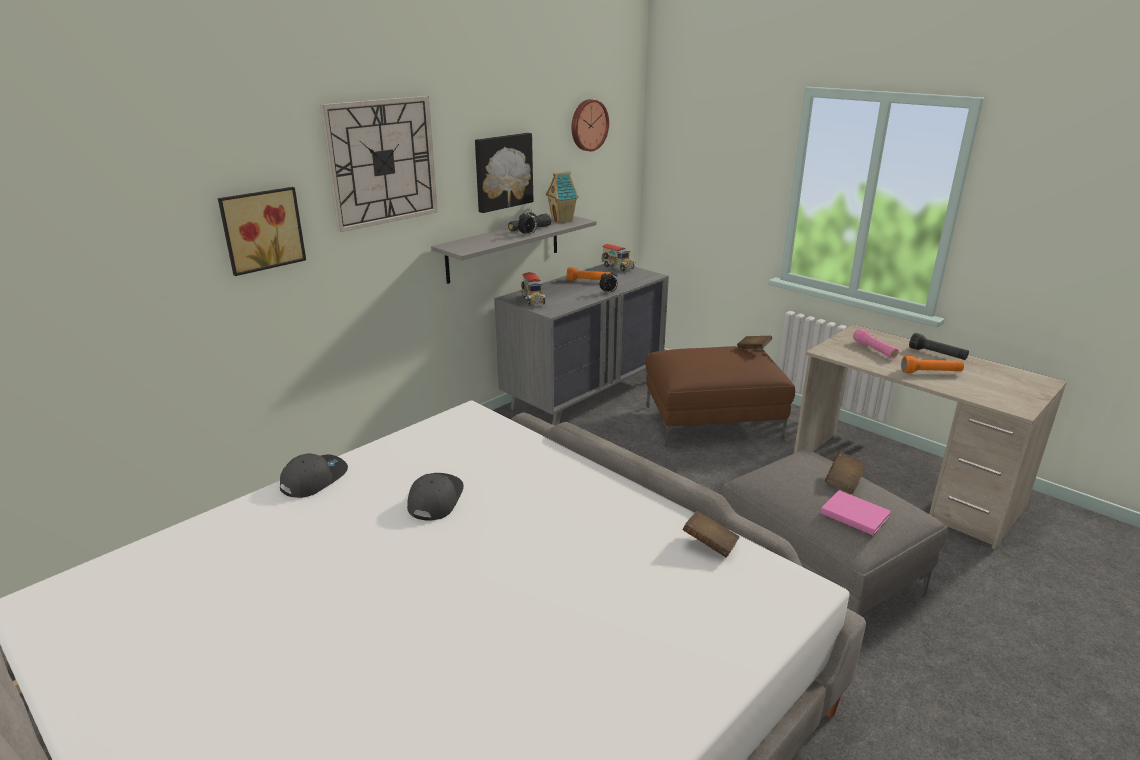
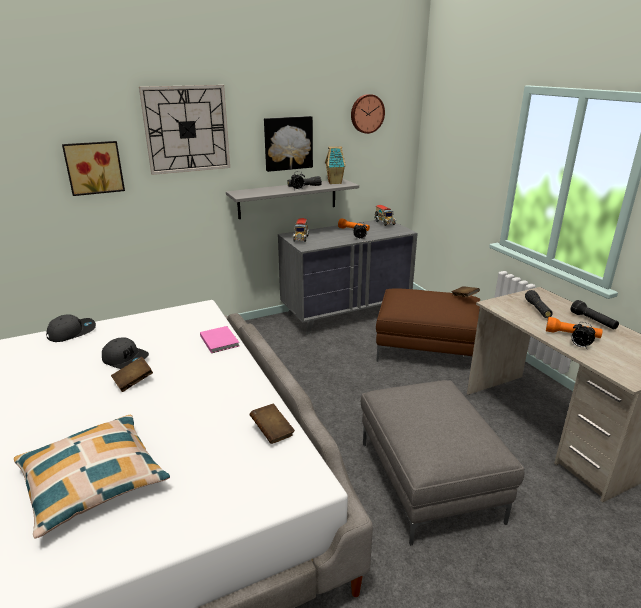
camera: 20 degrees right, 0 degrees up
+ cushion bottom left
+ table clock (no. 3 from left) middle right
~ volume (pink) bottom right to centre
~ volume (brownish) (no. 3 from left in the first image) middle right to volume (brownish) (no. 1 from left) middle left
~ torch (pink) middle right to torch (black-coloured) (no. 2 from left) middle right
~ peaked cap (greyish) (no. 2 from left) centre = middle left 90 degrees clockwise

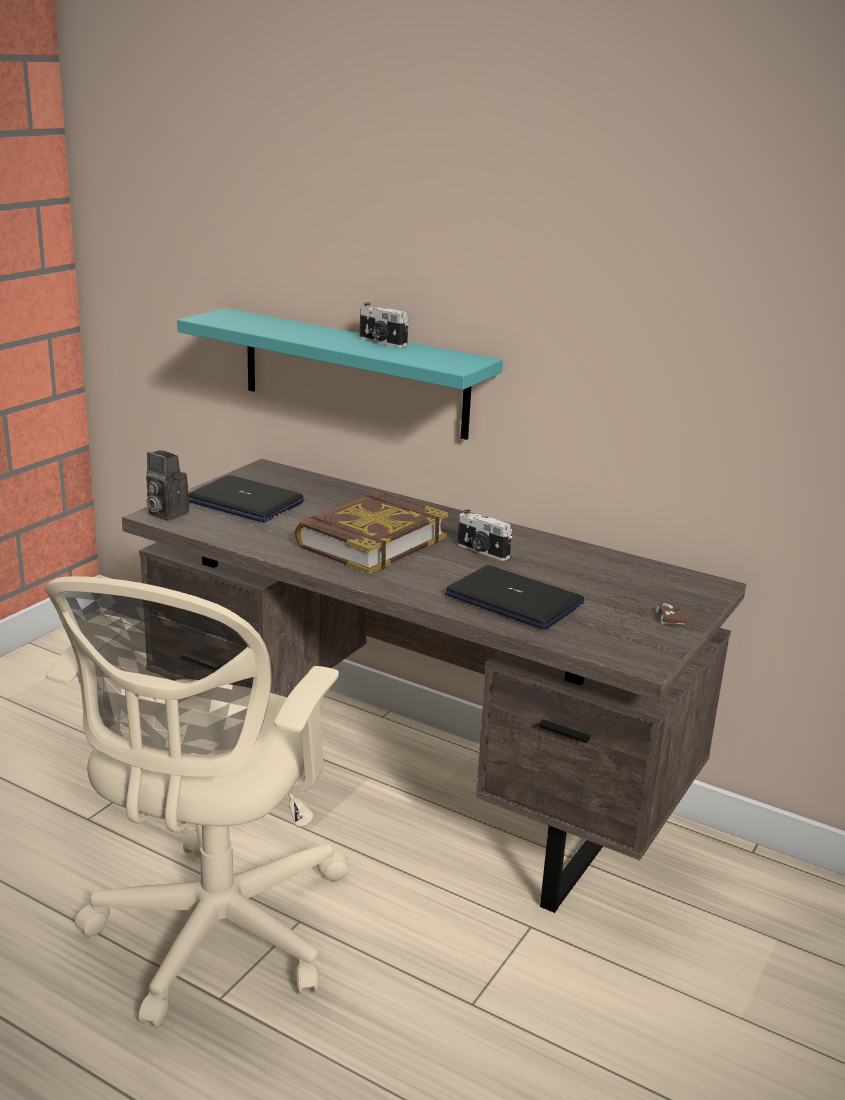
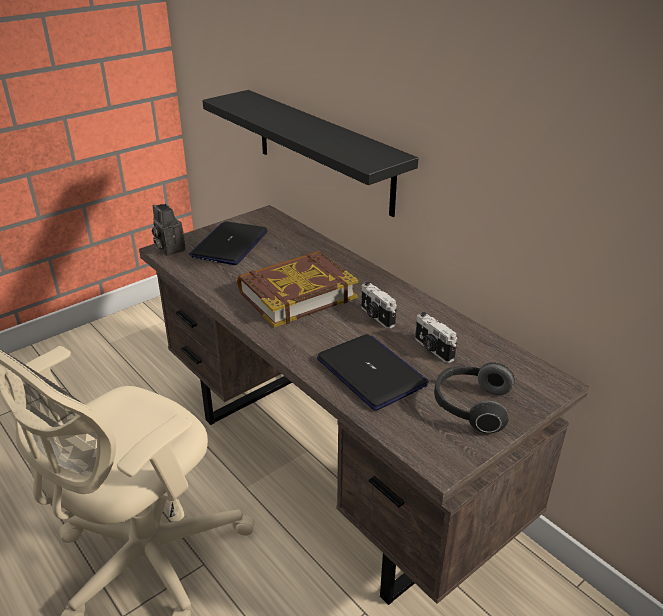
camera: 20 degrees right, 10 degrees up
~ photo camera (no. 2 from left in the first image) top centre to photo camera (no. 3 from left) centre
~ joypad (brownish) middle right to headphones middle right
~ bracket shelf (blue-green) centre to bracket shelf (black-coloured) top centre
~ laptop (no. 1 from left) middle left = centre 60 degrees clockwise

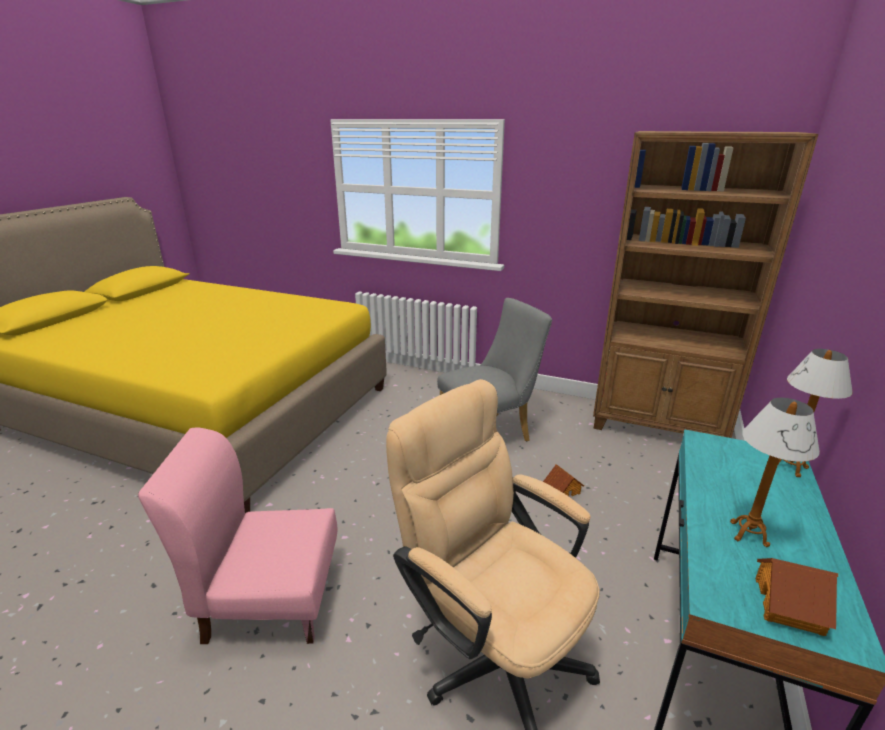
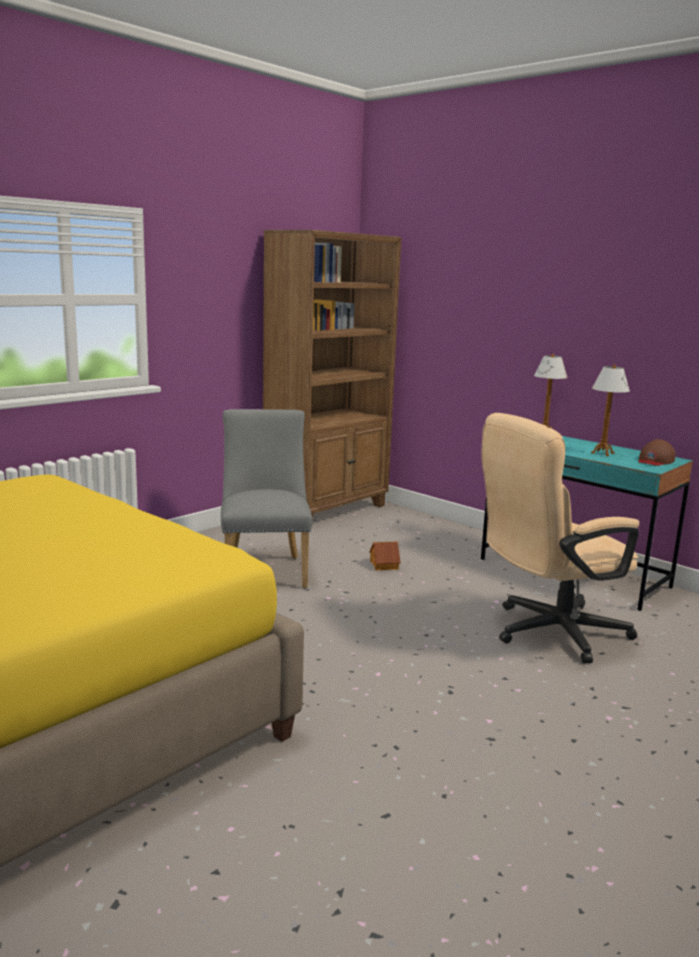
camera: 70 degrees left, 10 degrees down
- upright chair (pink) bottom left
~ toy house (no. 2 from left) bottom right to peaked cap (brownish) middle right

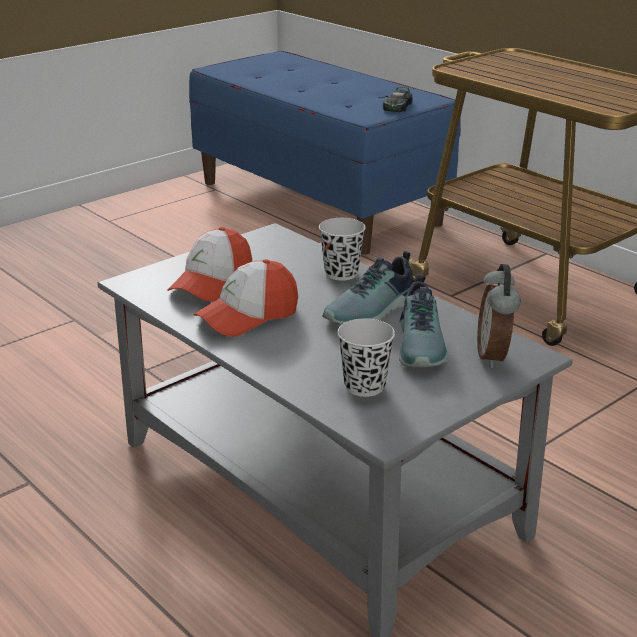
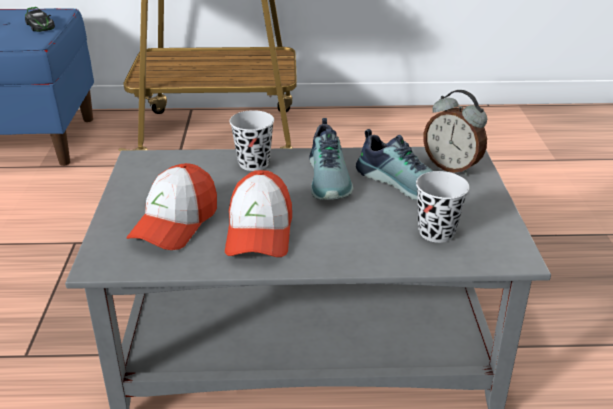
camera: 50 degrees left, 5 degrees up
~ peaked cap (no. 1 from left) middle left = middle left 45 degrees clockwise

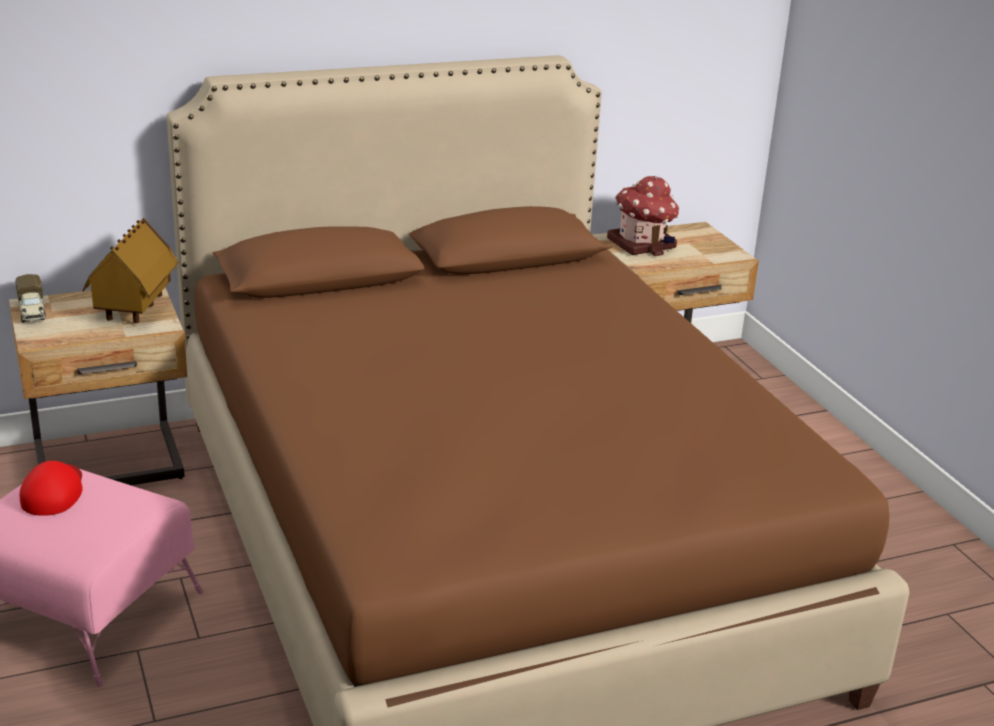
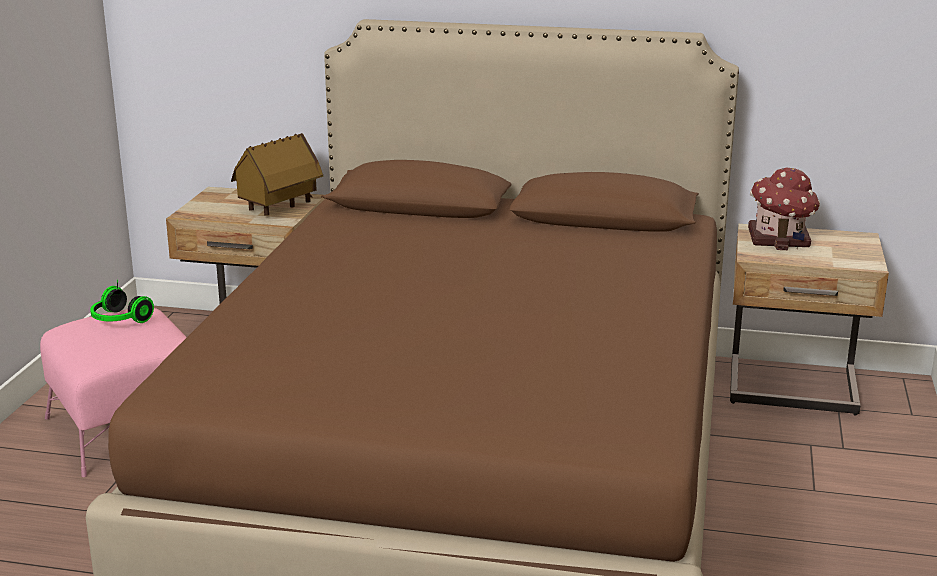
camera: 35 degrees right, 5 degrees down
- toy truck middle left
~ peaked cap (reddish) bottom left to headphones middle left

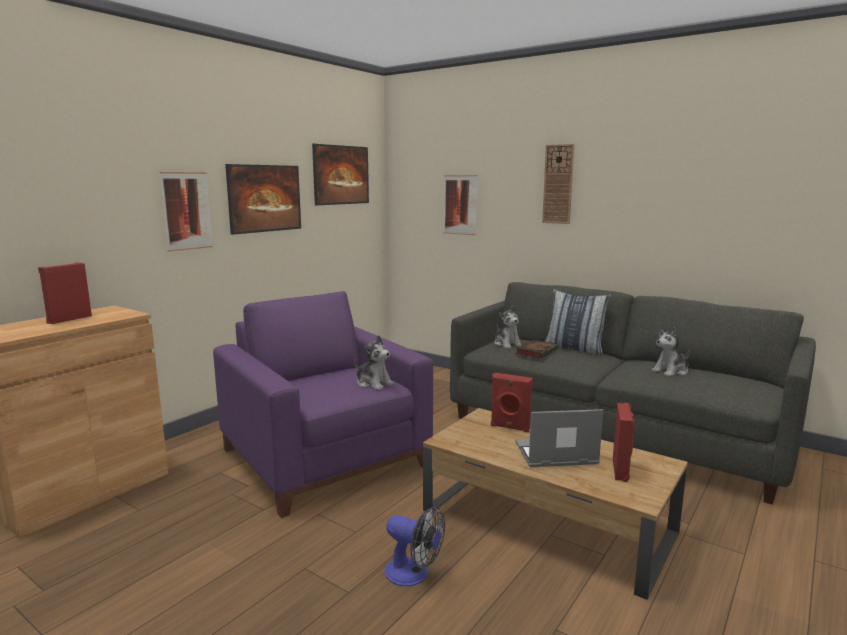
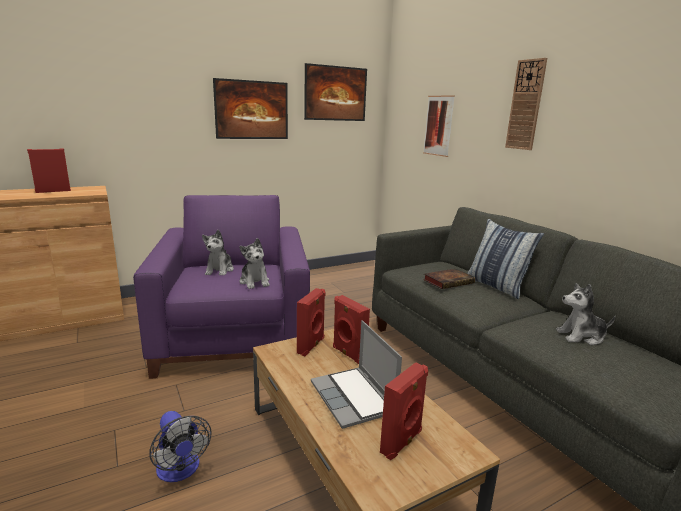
camera: 25 degrees right, 5 degrees up
- wall picture (no. 1 from left) middle left
+ audio speaker (reddish) (no. 2 from left) centre
~ plush toy (no. 2 from left in the first image) centre to plush toy (no. 1 from left) middle left
~ laptop bottom centre = bottom centre 135 degrees counterclockwise

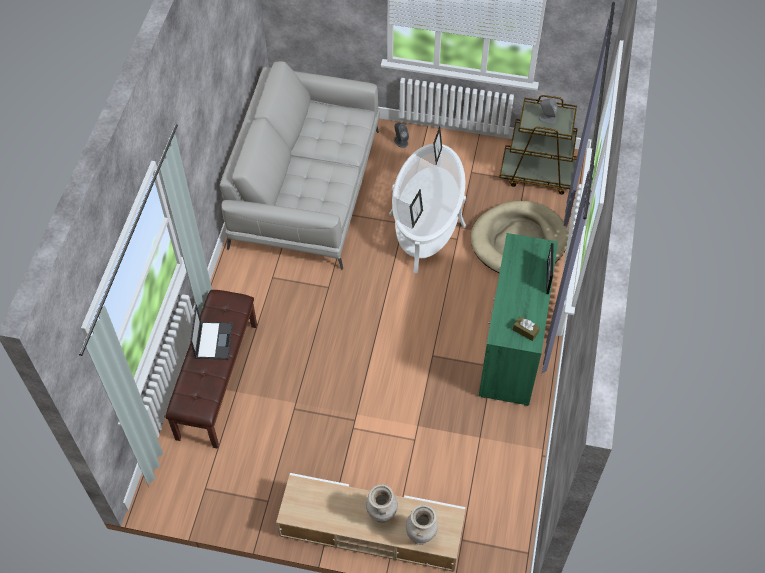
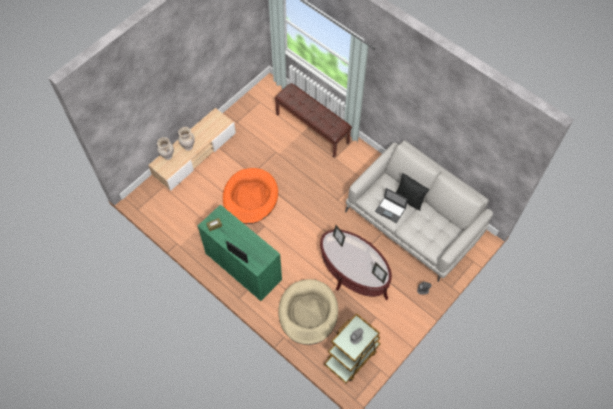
camera: 120 degrees right, 5 degrees up
+ dog cushion (orange) centre
+ cushion (black-coloured) middle right
~ laptop middle left to centre
~ low table (white) centre to low table (brownish) centre

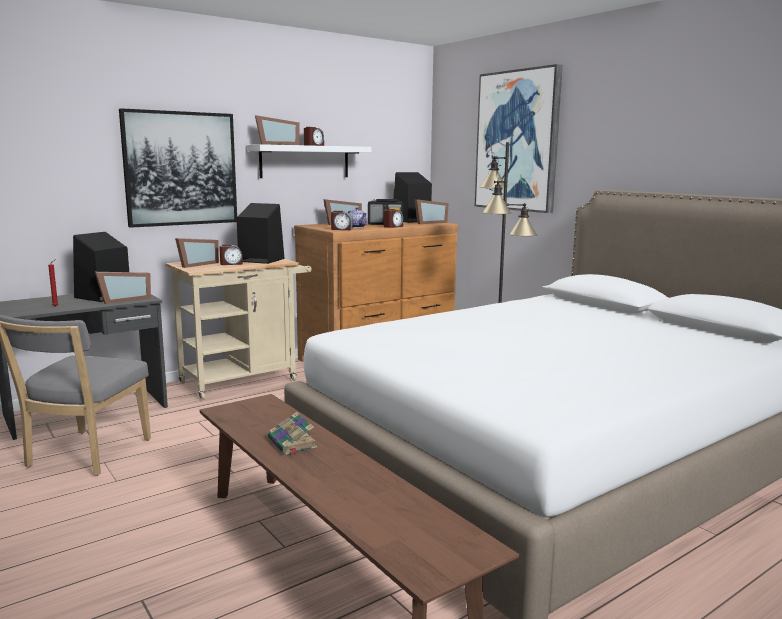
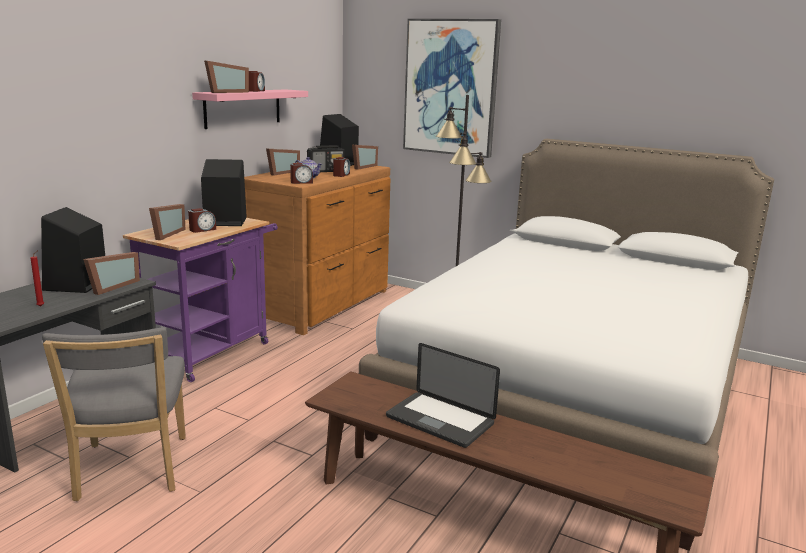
camera: 25 degrees left, 5 degrees up
- wall picture (no. 1 from left) top left
~ volume bottom centre to laptop bottom centre
~ wheeled cart (sand-coloured) middle left to wheeled cart (purple-coloured) middle left
~ bracket shelf (white) top centre to bracket shelf (pink) top left

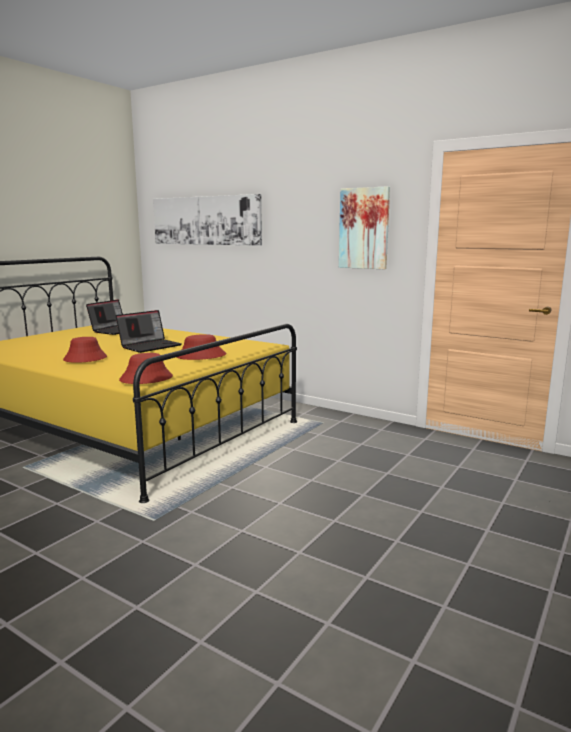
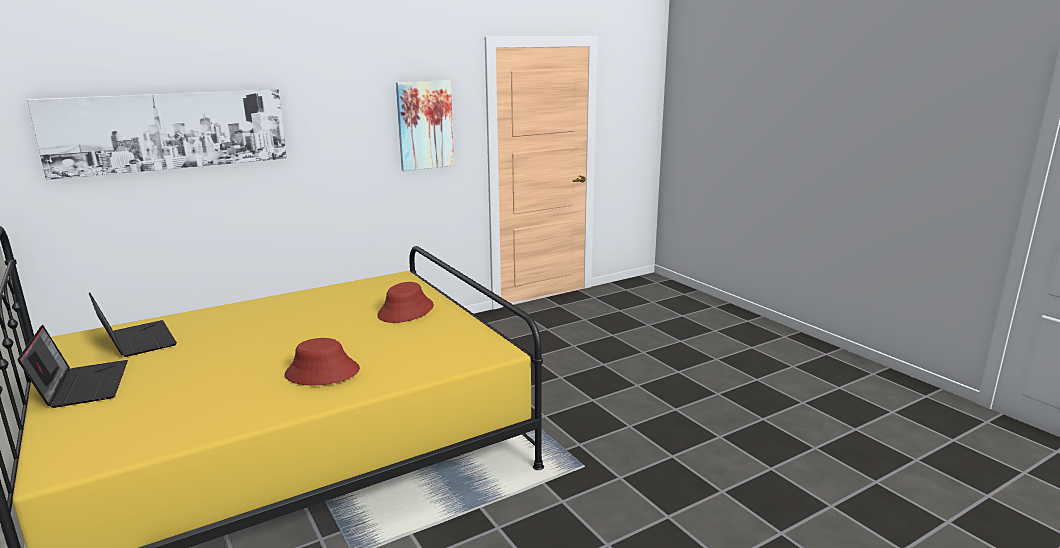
camera: 65 degrees left, 5 degrees up
- wearable hat (reddish) (no. 2 from left) middle left
~ laptop (no. 2 from left in the first image) middle left to laptop (no. 1 from left) bottom left

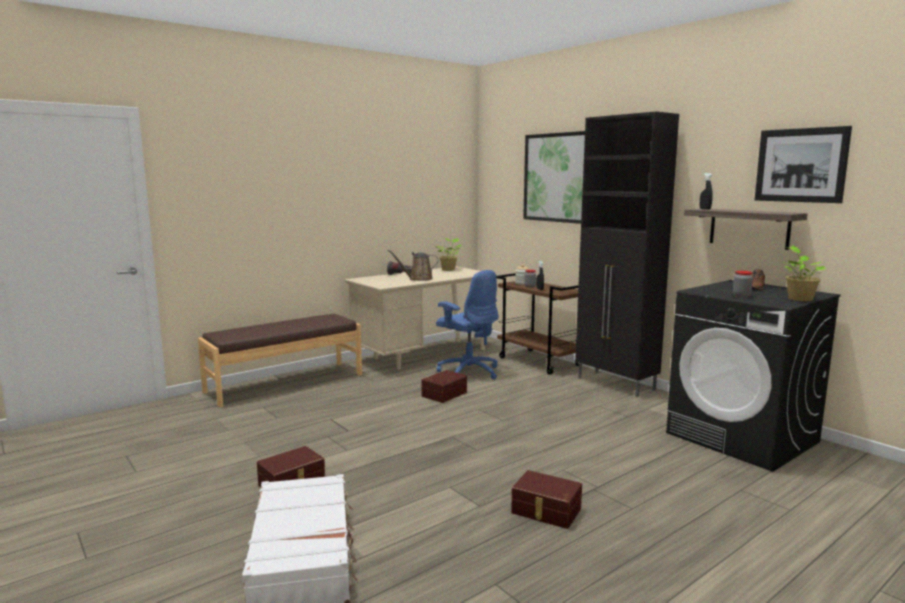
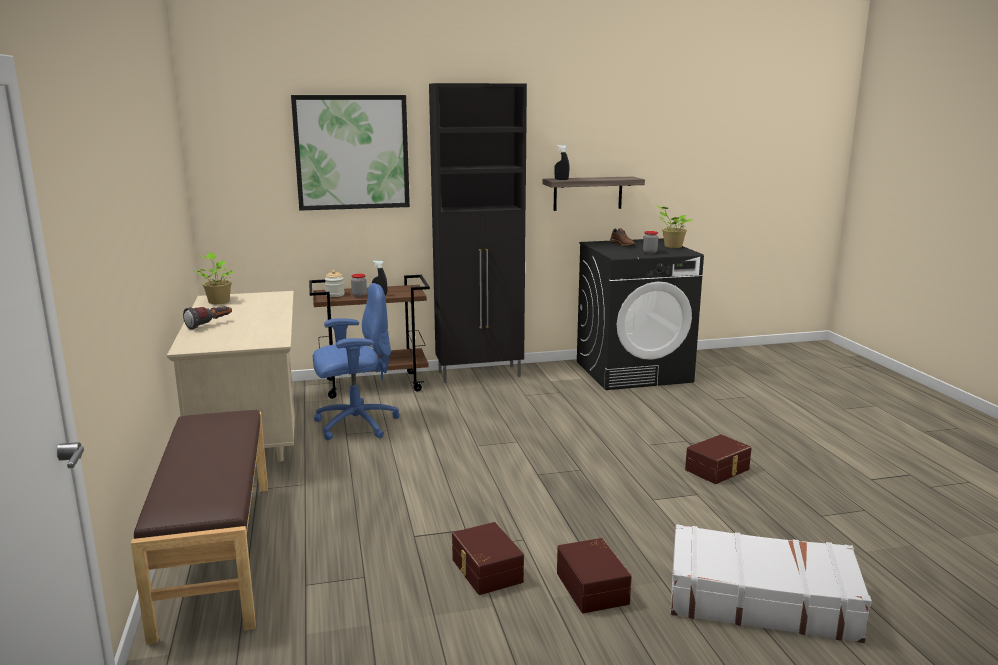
camera: 65 degrees left, 5 degrees up
- sprinkling can (brownish) centre
- wall picture (no. 2 from left) top right
~ storage bin (brownish) (no. 2 from left in the first image) centre to storage bin (brownish) (no. 1 from left) bottom centre

